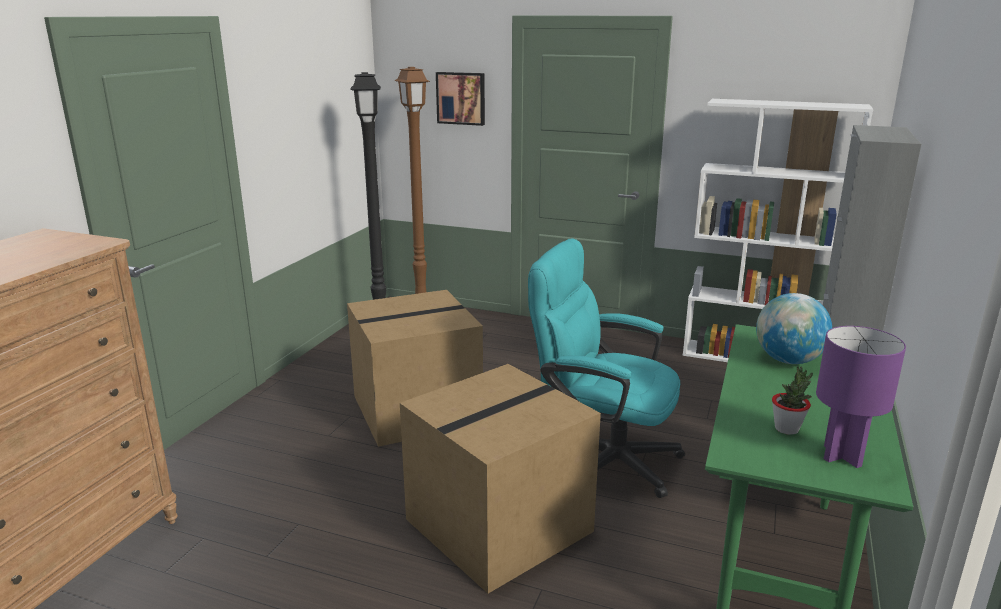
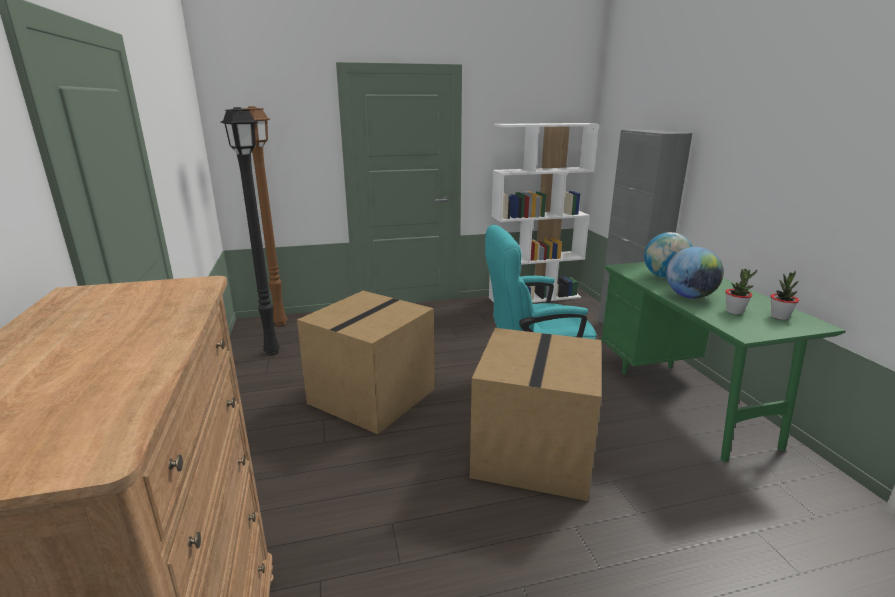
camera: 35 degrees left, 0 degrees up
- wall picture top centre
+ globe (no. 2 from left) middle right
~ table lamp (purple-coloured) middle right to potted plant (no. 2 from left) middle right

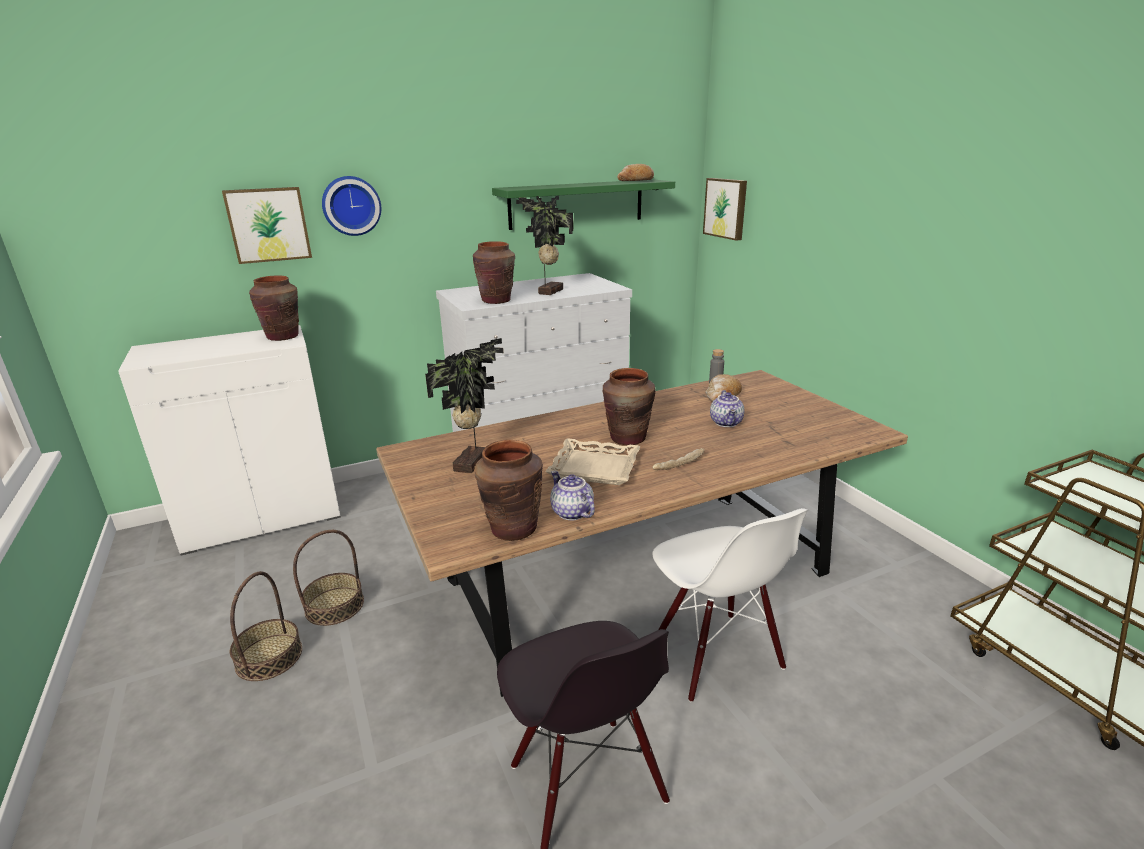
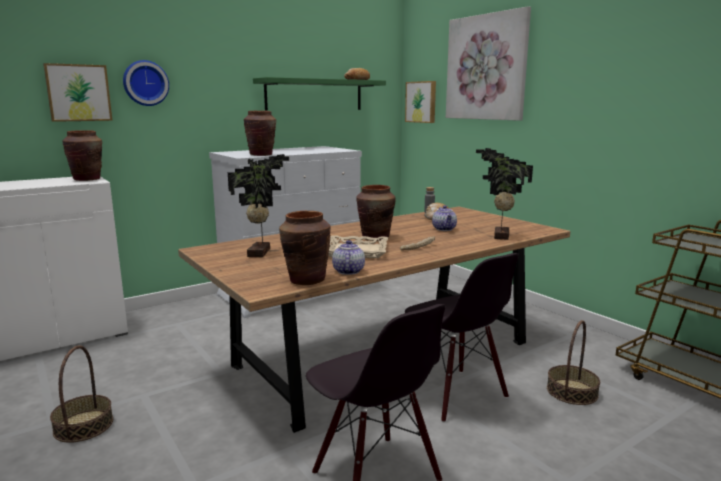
camera: 10 degrees left, 10 degrees down
+ wall picture (no. 3 from left) top right
~ household basket (no. 2 from left) bottom left to bottom right
~ potted plant (no. 2 from left) top centre to middle right
~ upright chair (white) bottom centre to upright chair (black-coloured) (no. 2 from left) bottom centre
~ teapot (no. 1 from left) centre = centre 45 degrees clockwise

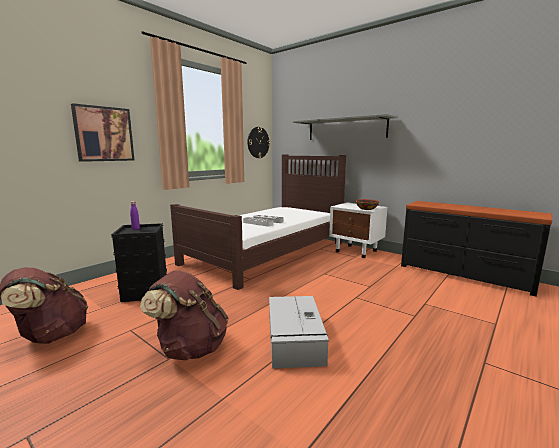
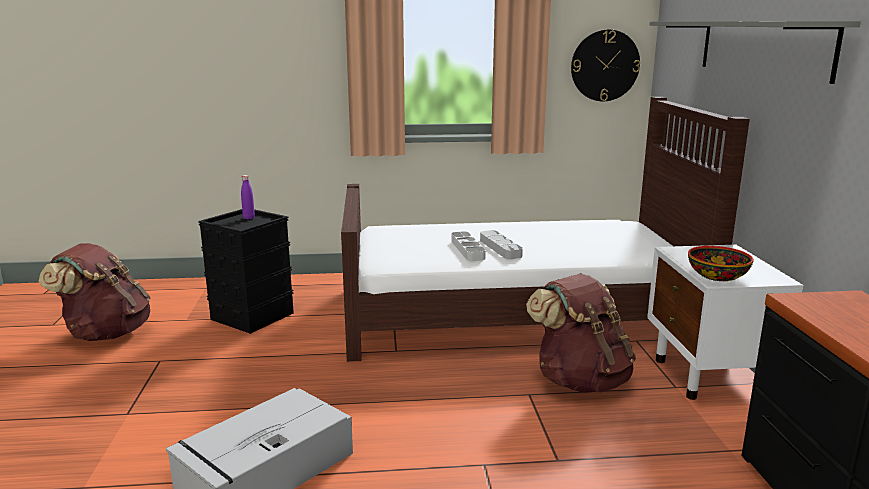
camera: 45 degrees right, 5 degrees up
- wall picture top left
~ knapsack (brownish) (no. 2 from left) bottom left to bottom right

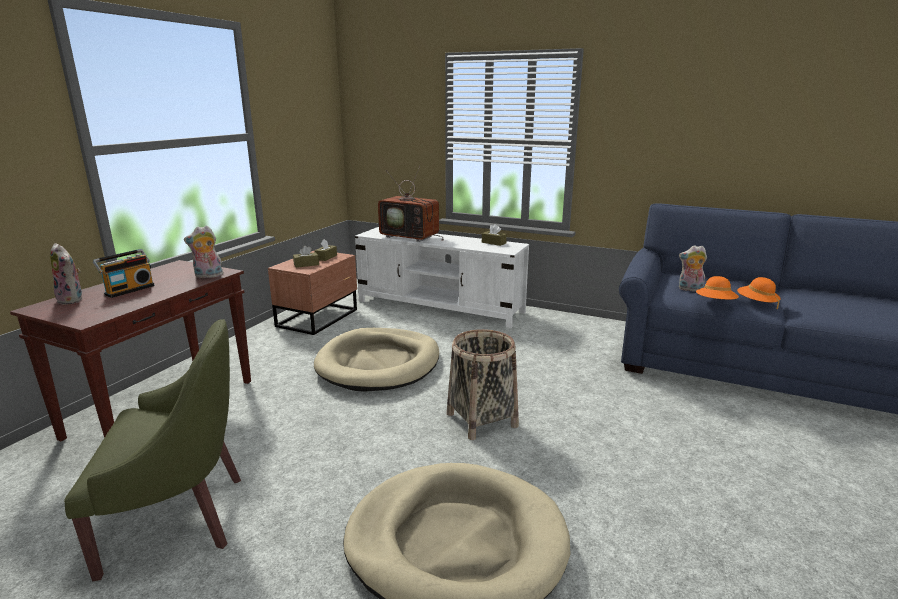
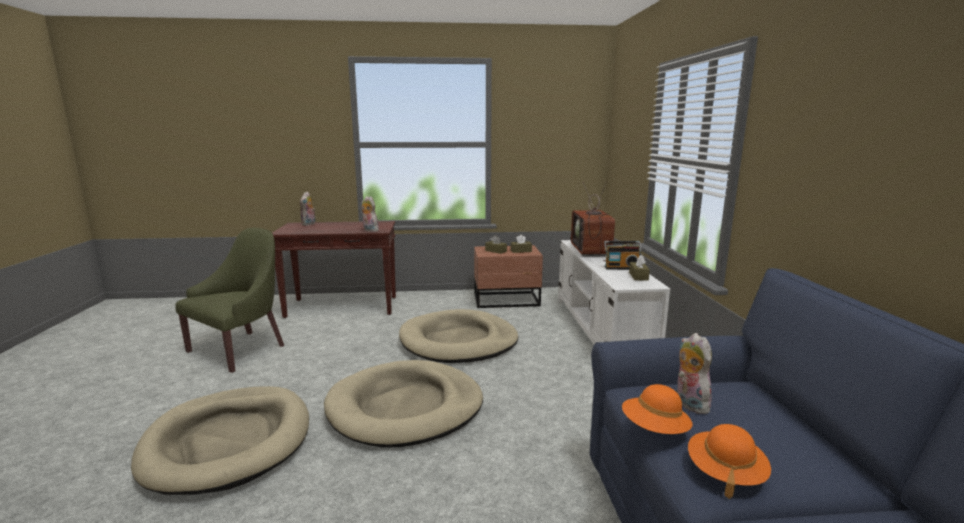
camera: 60 degrees right, 5 degrees down
~ radio receiver middle left to centre
~ household basket centre to dog cushion (sand-coloured) (no. 2 from left) bottom centre
~ easy chair (greenish) bottom left = middle left 105 degrees counterclockwise

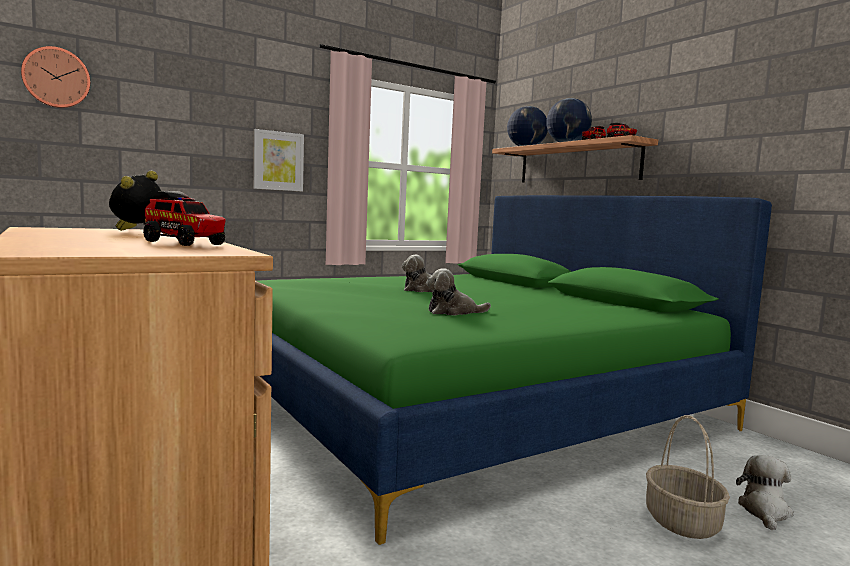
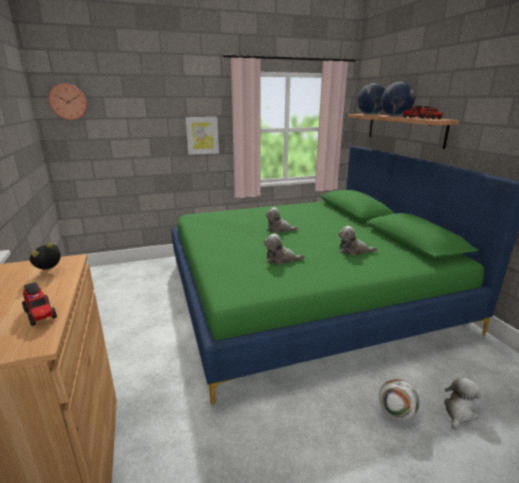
camera: 15 degrees right, 15 degrees up
+ plush toy (no. 3 from left) middle right
~ household basket bottom right to football bottom right

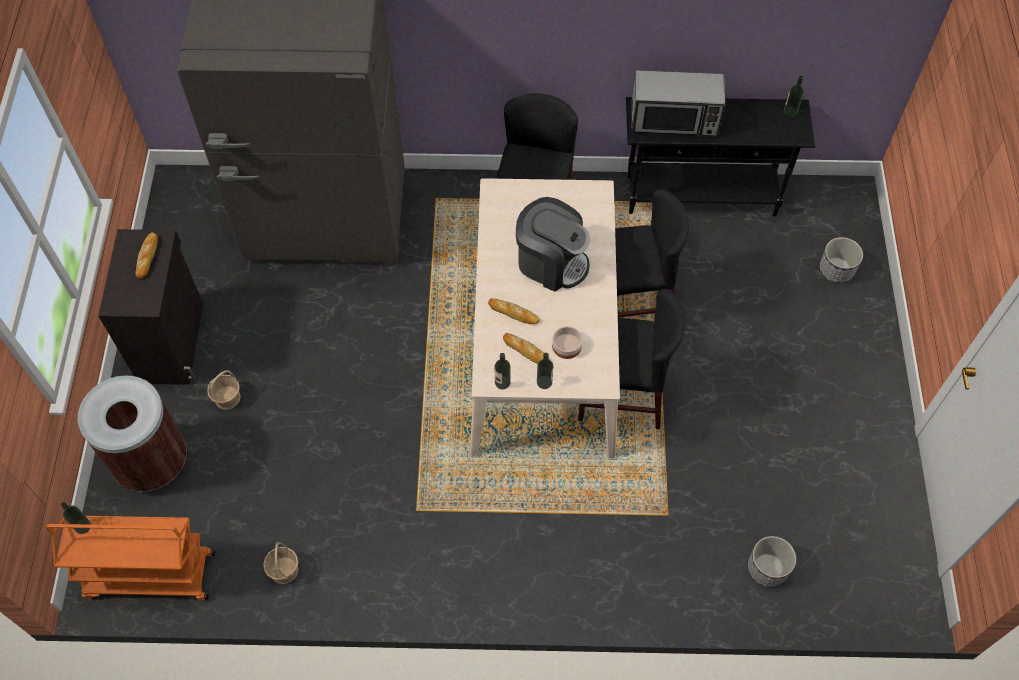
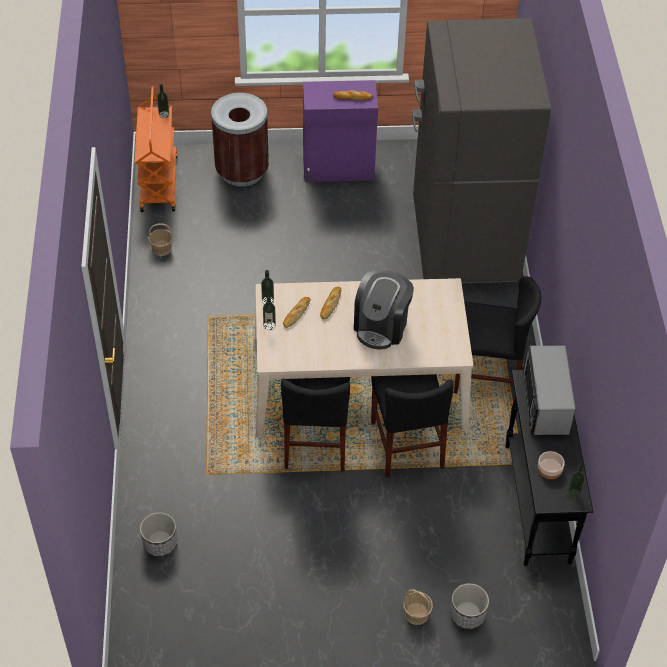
camera: 85 degrees right, 10 degrees down
~ household basket (no. 1 from left in the first image) middle left to household basket (no. 2 from left) bottom centre
~ bowl centre to bottom right
~ cabinet (black-coloured) middle left to cabinet (purple-coloured) top centre

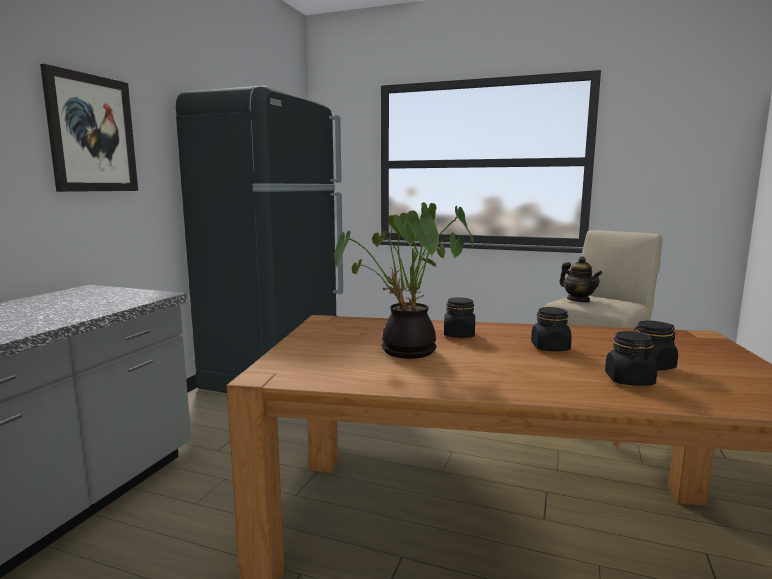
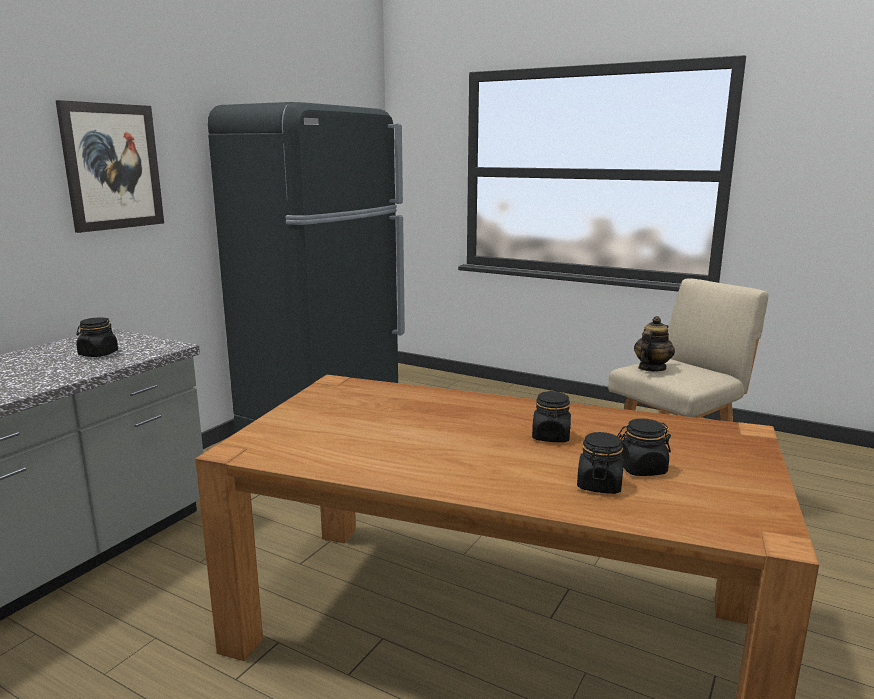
camera: 10 degrees right, 5 degrees up
- potted plant centre
~ jar (black-coloured) (no. 1 from left) centre to middle left
~ teapot middle right = middle right 120 degrees counterclockwise

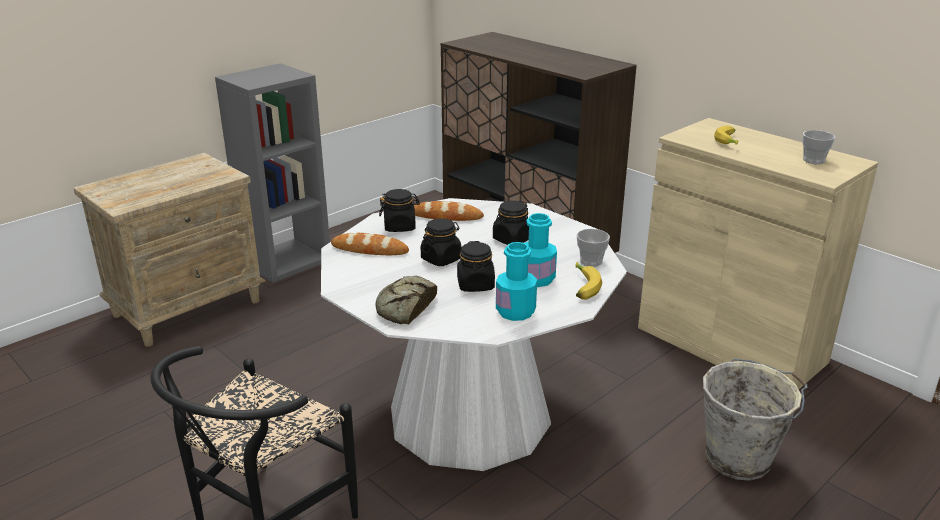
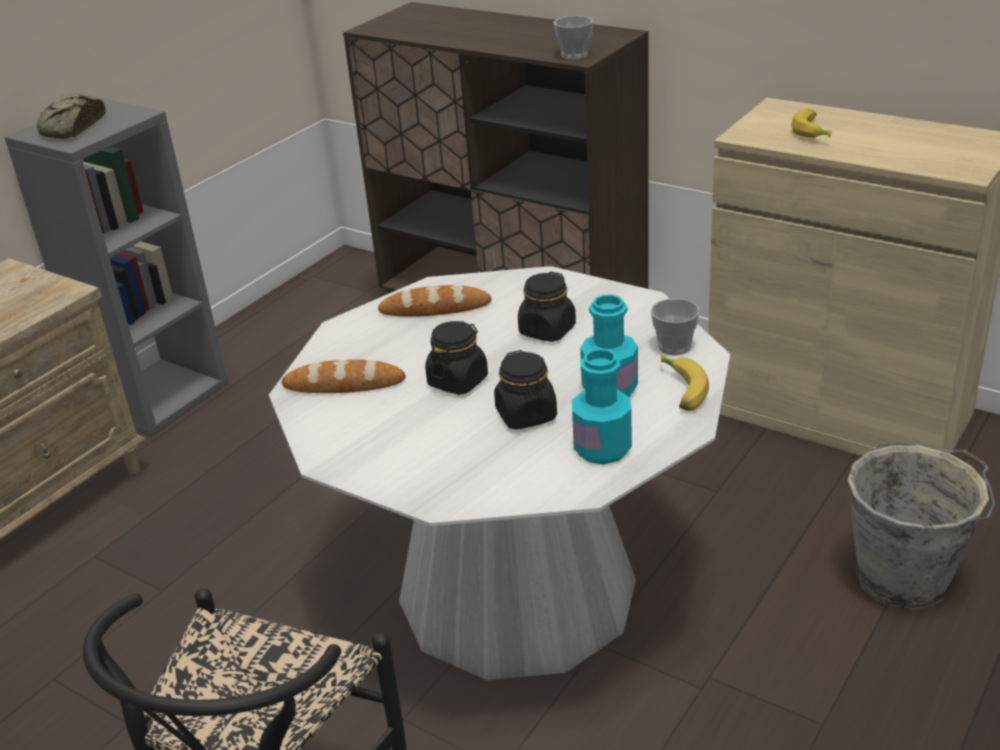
camera: 10 degrees left, 5 degrees up
- jar (black-coloured) (no. 1 from left) centre
~ bread (no. 2 from left in the first image) centre to bread (no. 1 from left) top left
~ drinking cup (no. 2 from left in the first image) top right to drinking cup (no. 1 from left) top centre

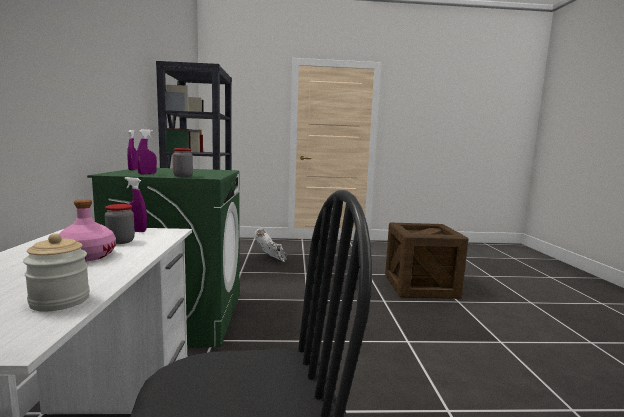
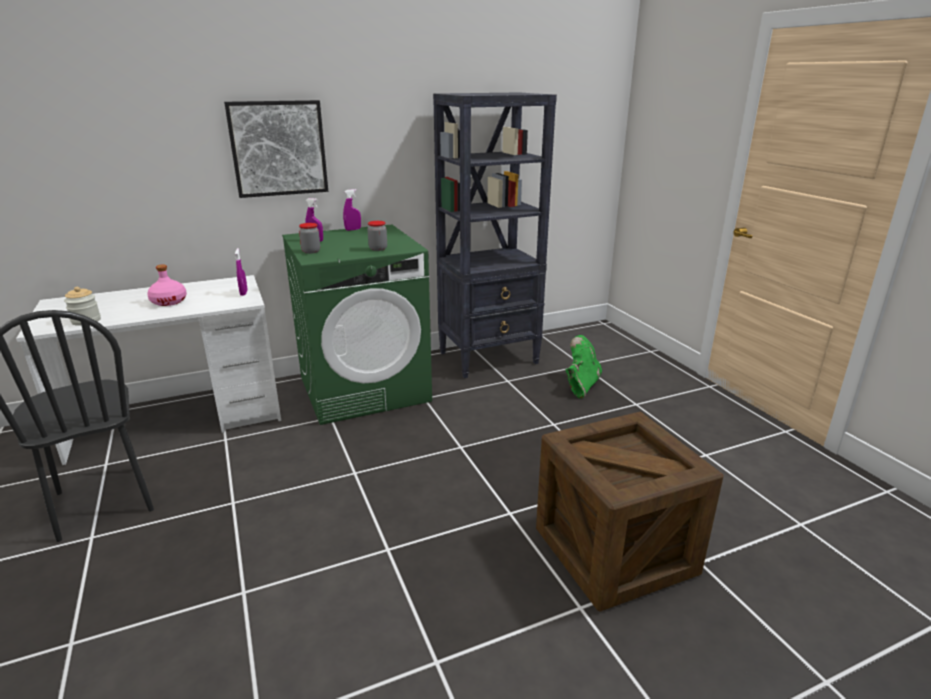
camera: 70 degrees right, 15 degrees up
+ wall picture top left
~ jar (no. 2 from left in the first image) middle left to jar (no. 3 from left) centre
~ boot (white) centre to boot (greenish) centre

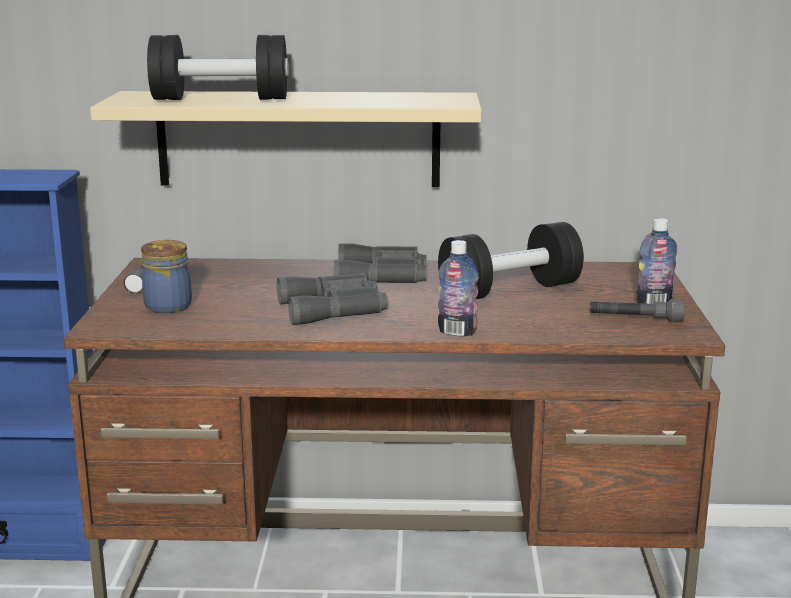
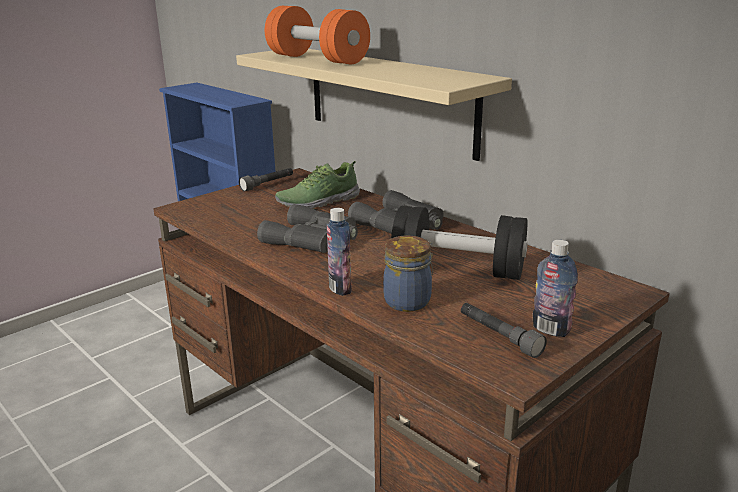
camera: 45 degrees right, 5 degrees up
+ low shoe centre
~ jar middle left to centre
~ dumbbell (black-coloured) (no. 1 from left) top left to dumbbell (orange) top centre

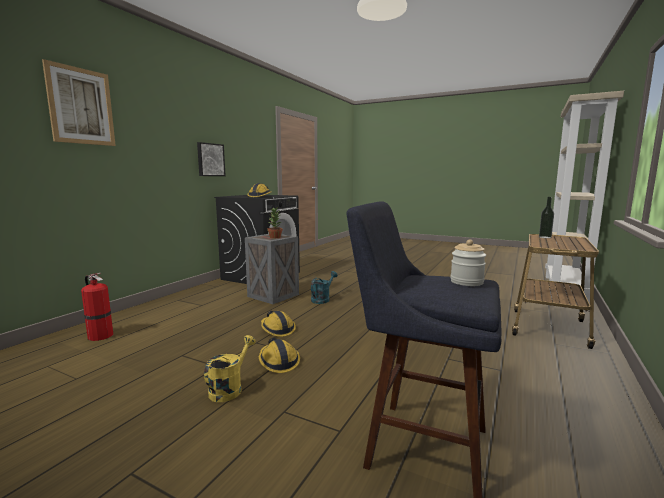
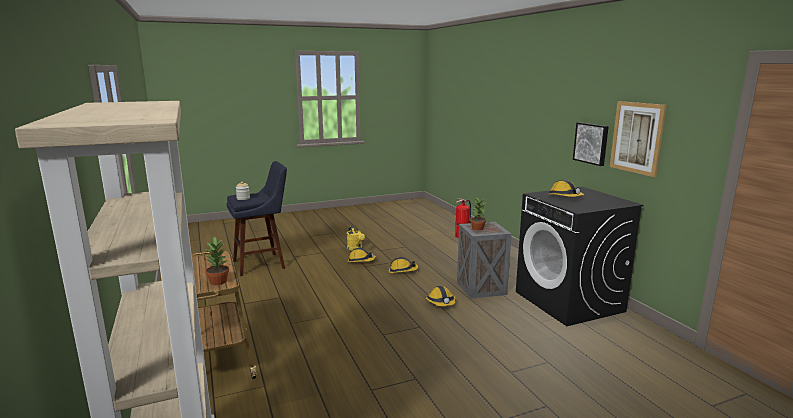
camera: 130 degrees right, 5 degrees up
~ wall picture (no. 1 from left in the first image) top left to wall picture (no. 2 from left) top right
~ sprinkling can (blue-green) centre to work helmet (no. 3 from left) bottom centre
~ drink bottle middle right to potted plant (no. 1 from left) middle left

